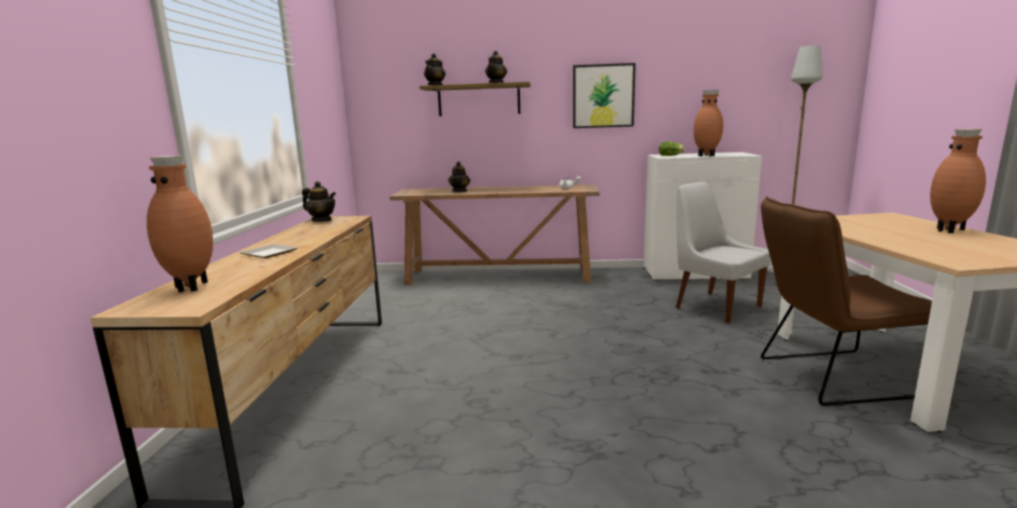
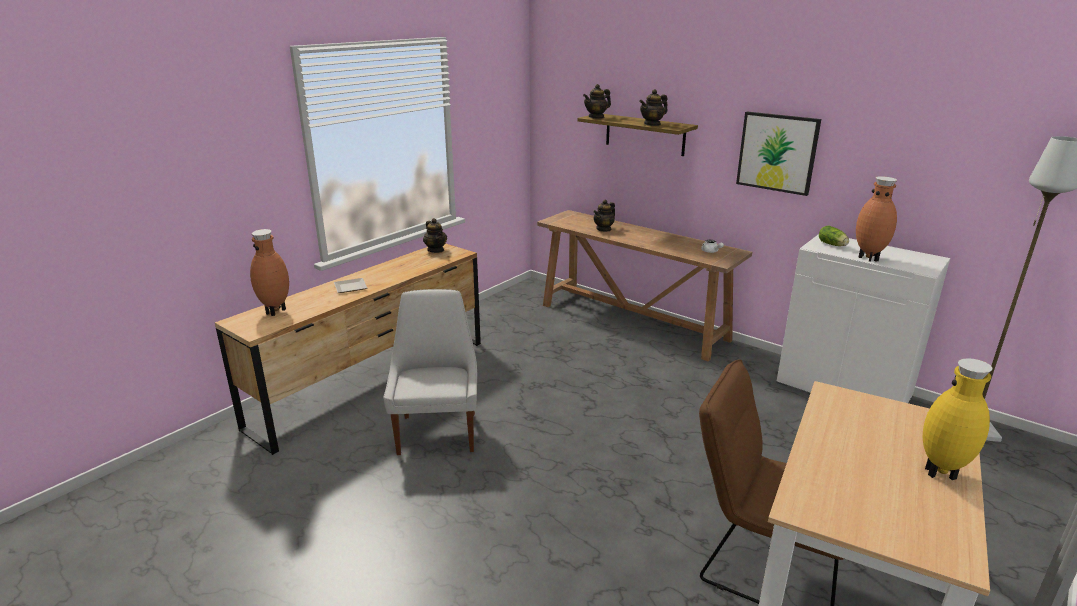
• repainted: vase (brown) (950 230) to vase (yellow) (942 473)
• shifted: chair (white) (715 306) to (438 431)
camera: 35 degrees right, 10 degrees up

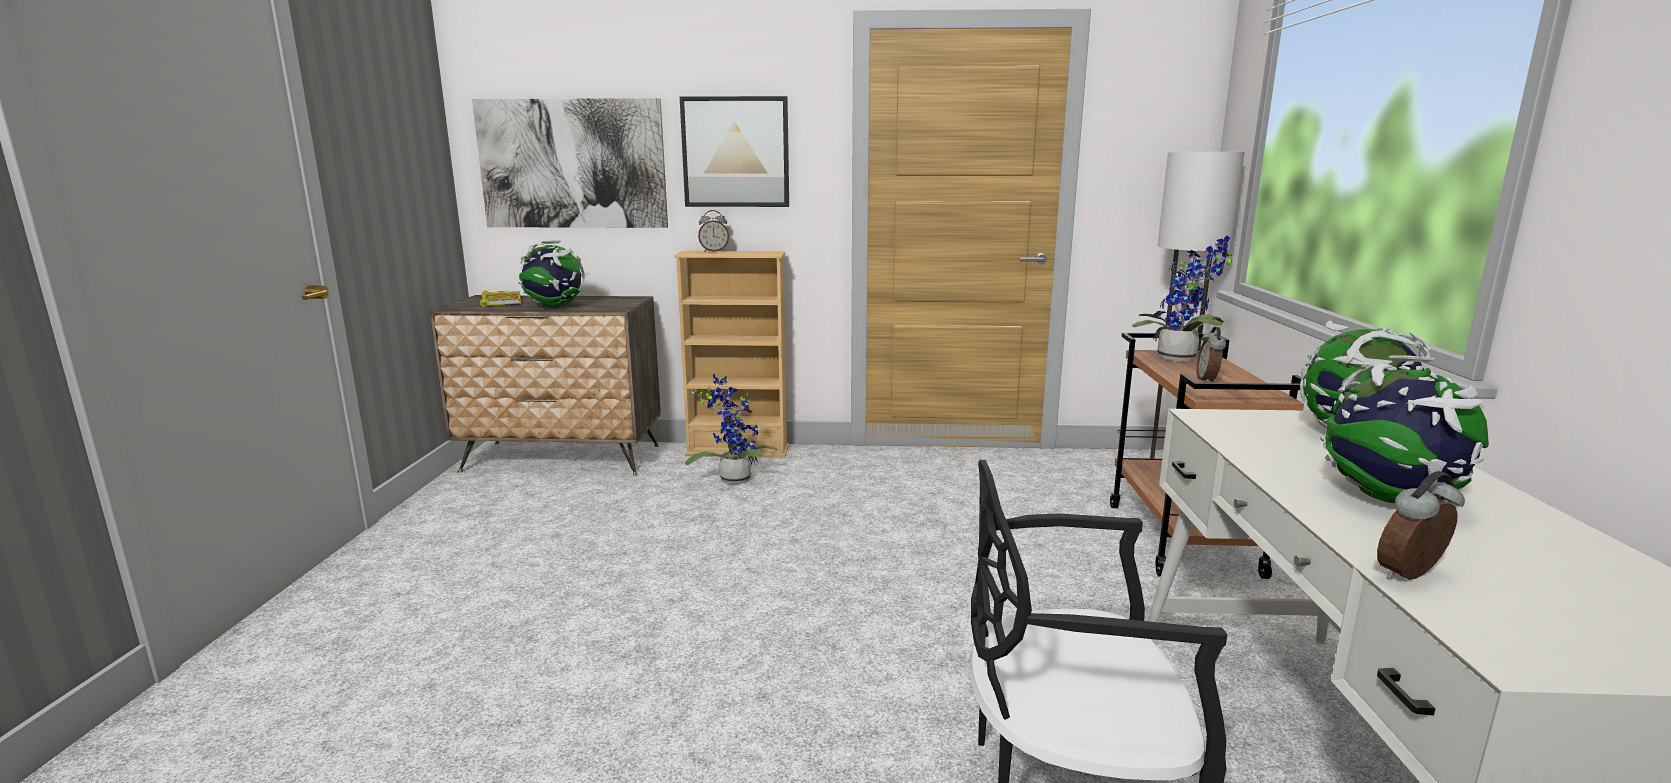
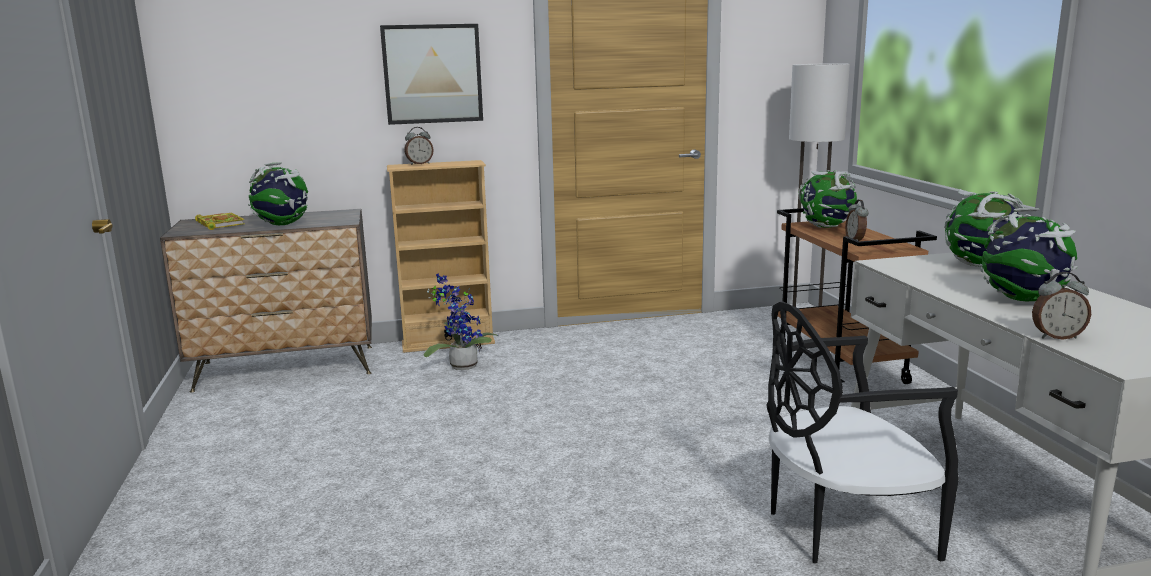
• gone: picture (572 164)
• swapped: potted plant (1181 359) to globe (826 227)
• rotated: alarm clock (1411 576) = (1056 337) 135 degrees counterclockwise
camera: 15 degrees left, 0 degrees up

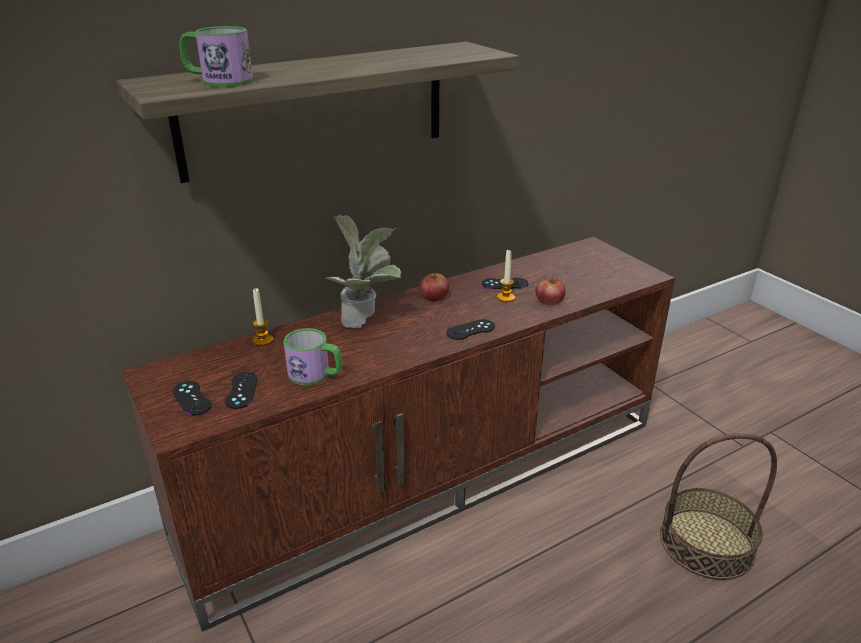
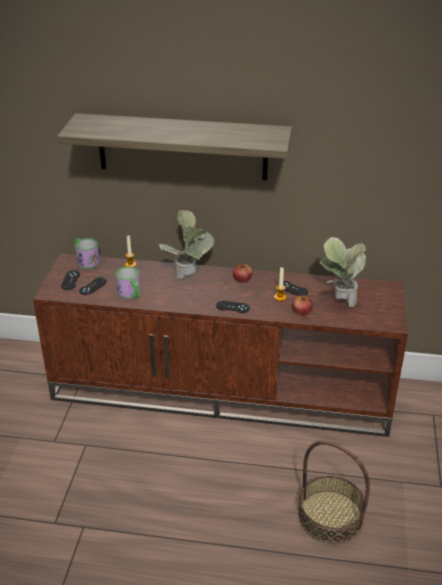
• shifted: mug (219 81) to (86 260)
• new: potted plant (339 300)
camera: 40 degrees right, 5 degrees up

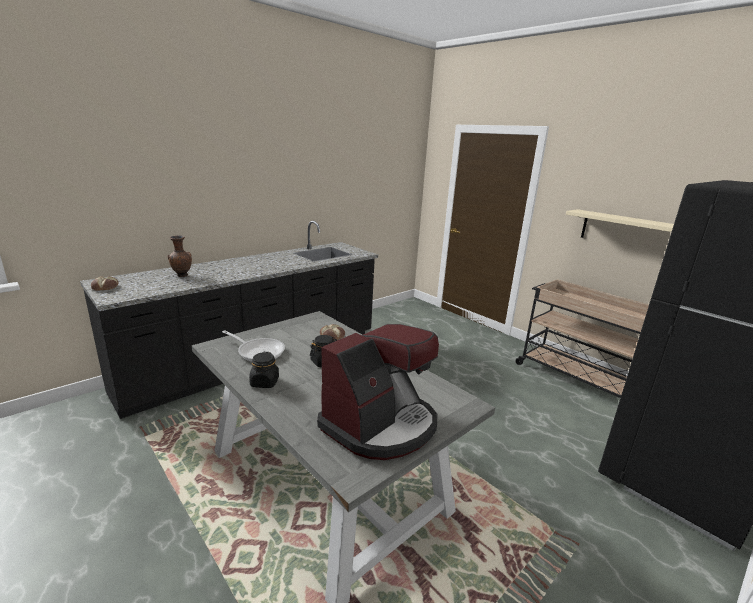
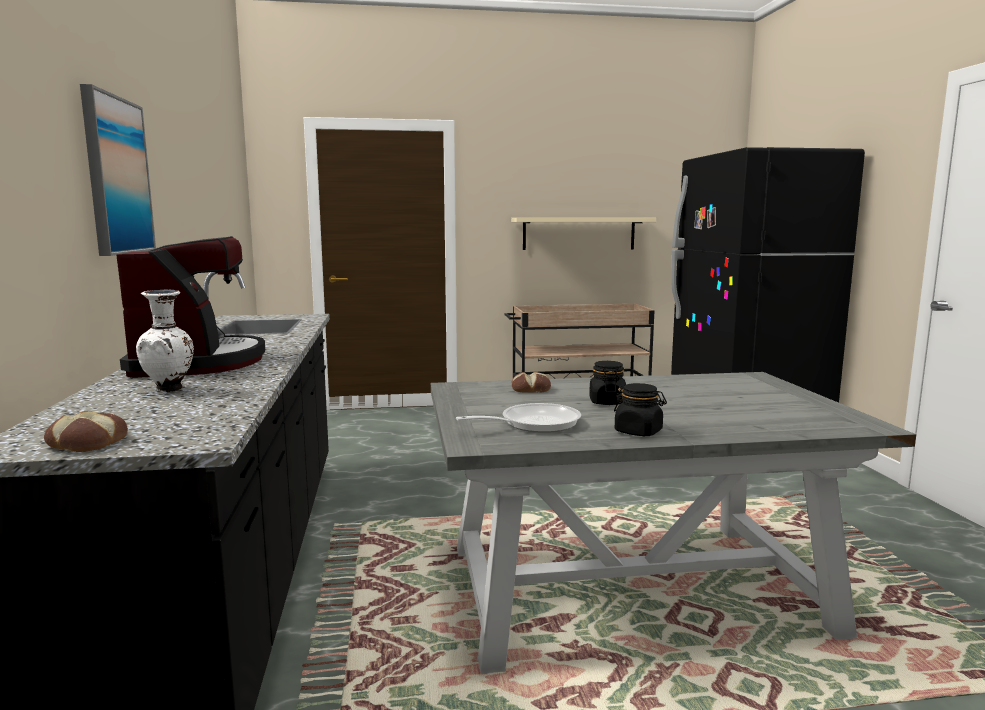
• repainted: vase (brown) (182 276) to vase (white) (170 390)
• shifted: coffee machine (380 425) to (197 362)
• new: picture (116 176)
camera: 55 degrees left, 10 degrees down

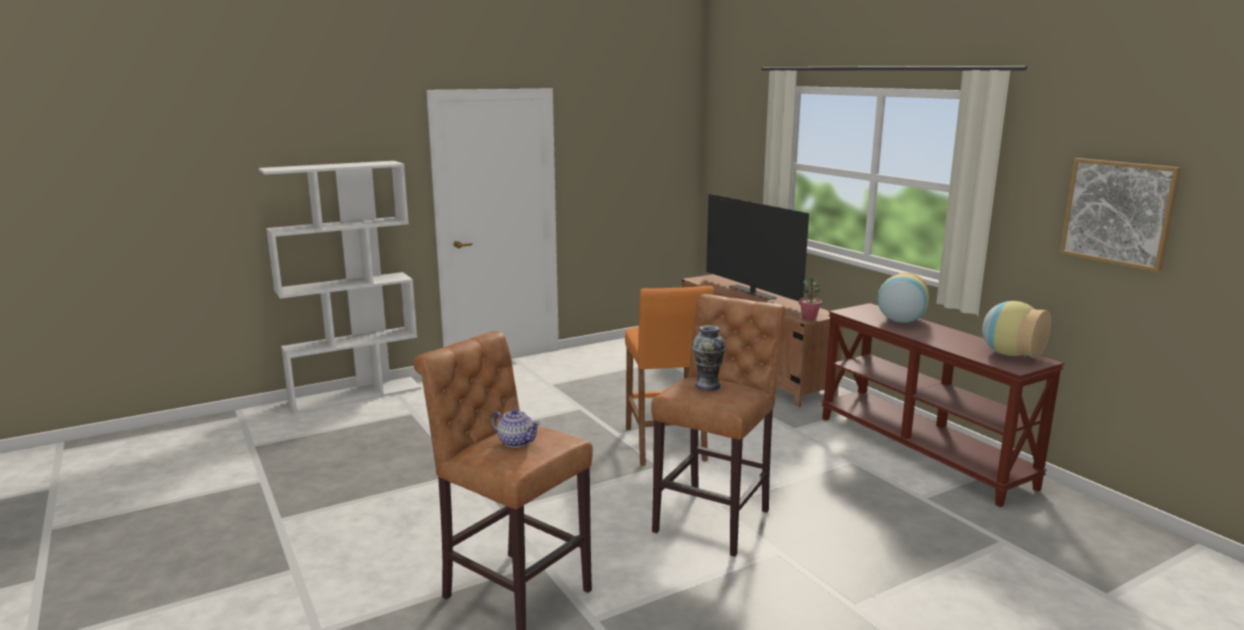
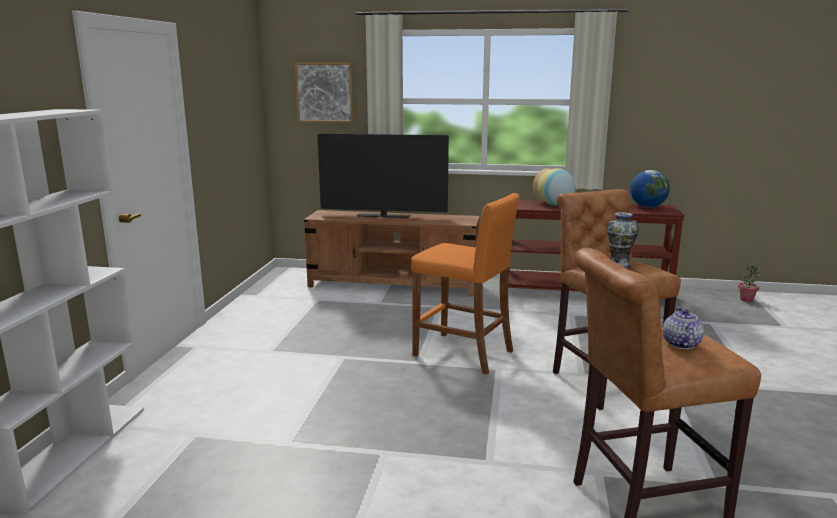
• shifted: picture (1118 212) to (325 92)
• shifted: potted plant (809 318) to (746 300)
• swapped: vase (1010 354) to globe (647 207)
• rotated: teapot (516 442) = (680 344) 60 degrees counterclockwise
camera: 50 degrees left, 0 degrees up

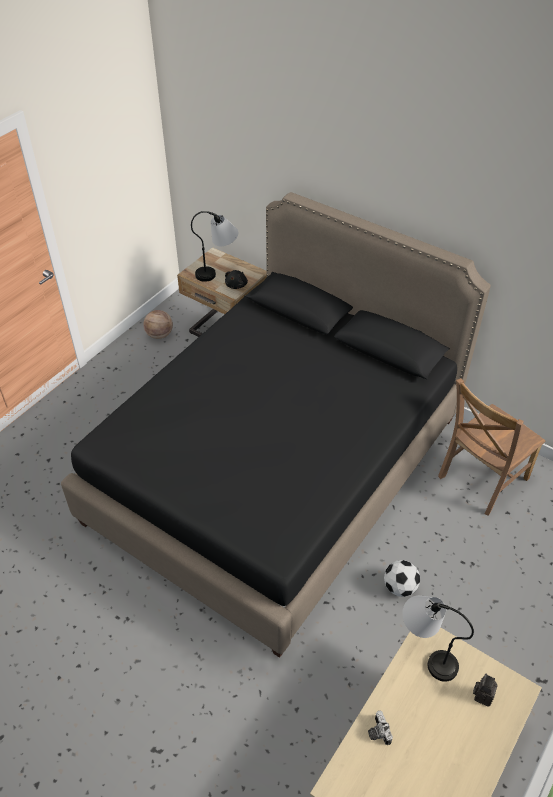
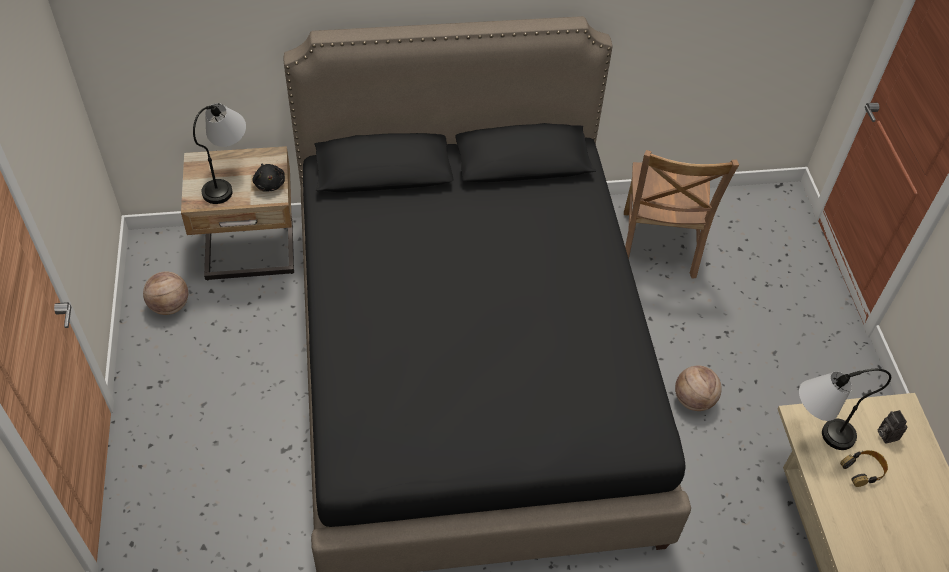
• swapped: football (399 587) to basketball (693 400)
• gone: photo camera (377 732)
• new: headphones (863 470)
camera: 45 degrees left, 5 degrees up

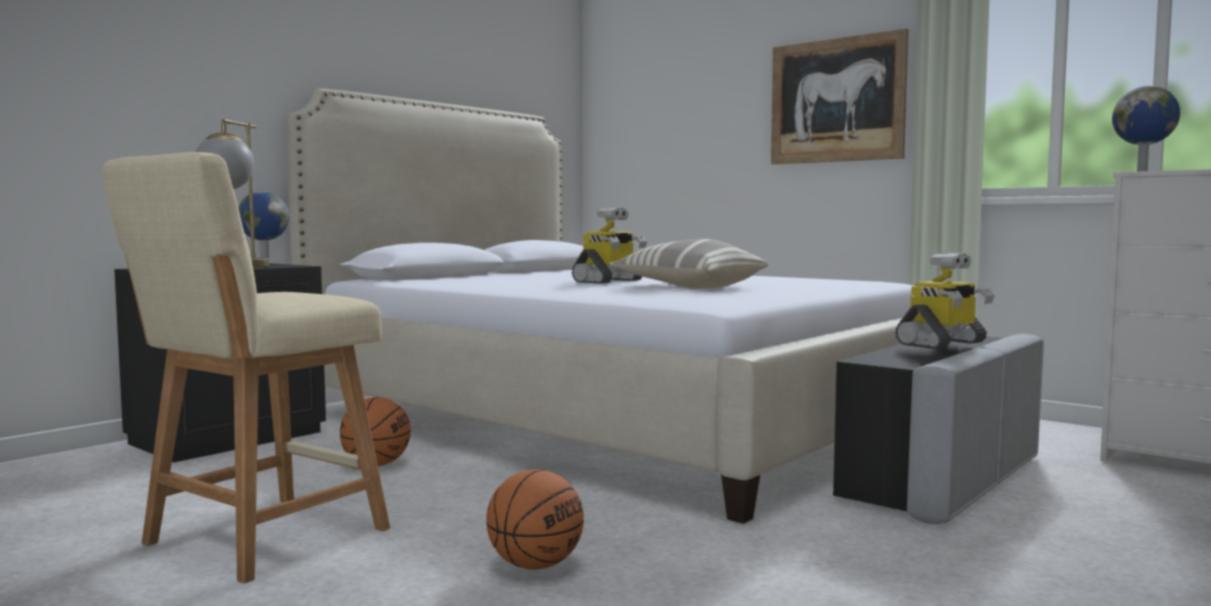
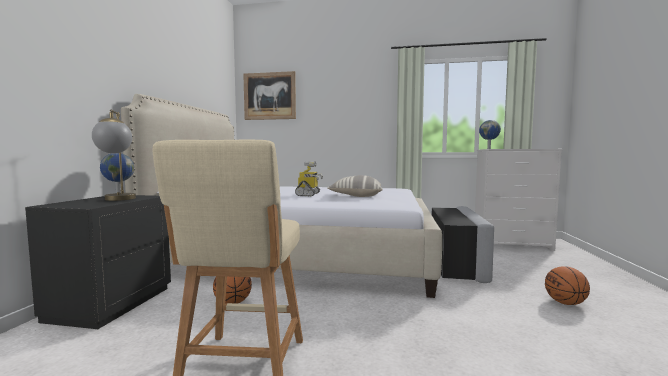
• shifted: picture (836 100) to (269 96)
• gone: toy robot (942 344)
• shifted: basketball (535 565) to (565 303)
camera: 30 degrees left, 0 degrees up

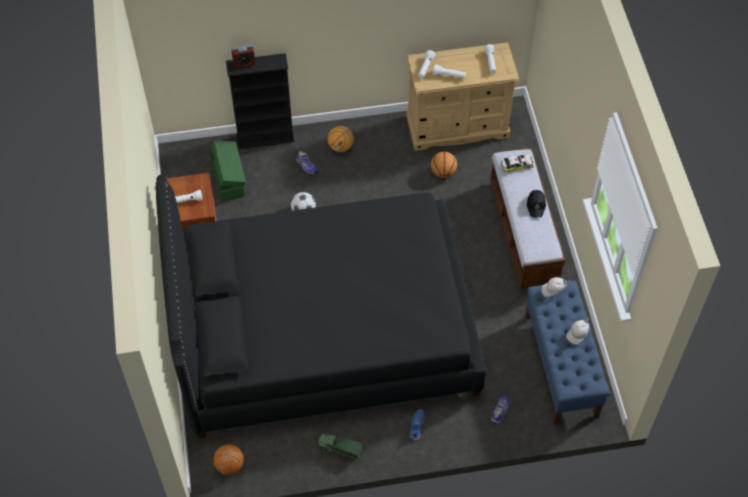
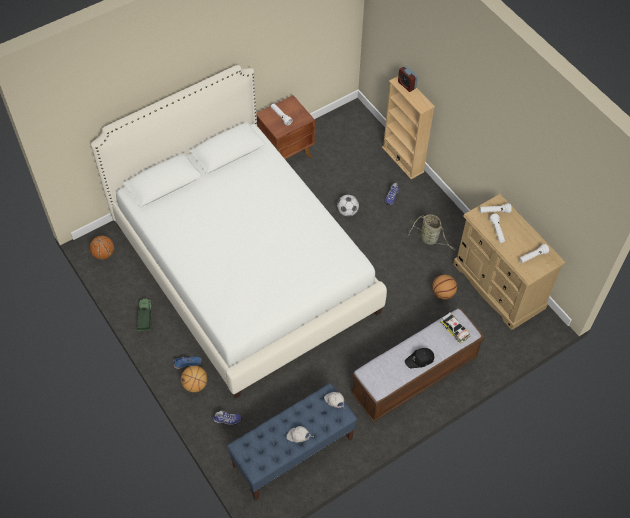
• repainted: bookcase (black) (265 138) to bookcase (beige) (403 159)
• shifted: basketball (341 147) to (195 384)
• gone: storage box (green) (228 178)
• repainted: bed (black) (323 330) to bed (white) (245 267)
• new: basket (430 239)
camera: 65 degrees right, 0 degrees up

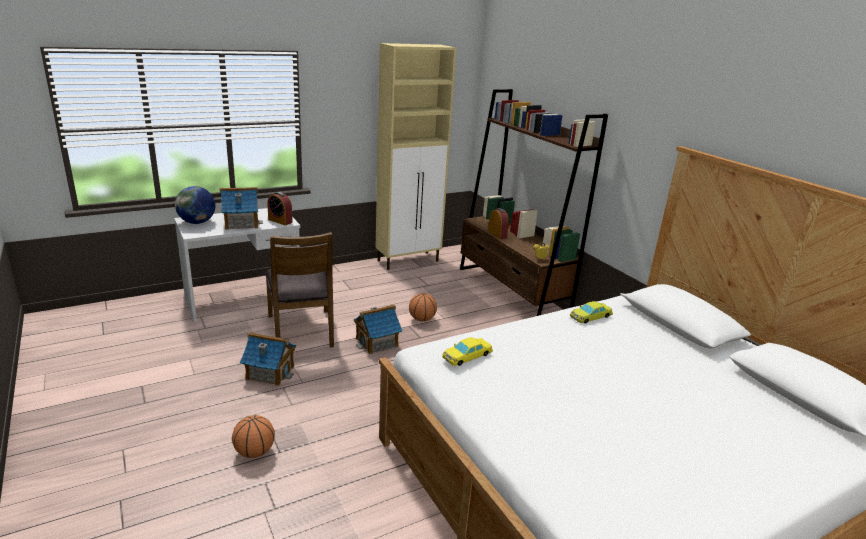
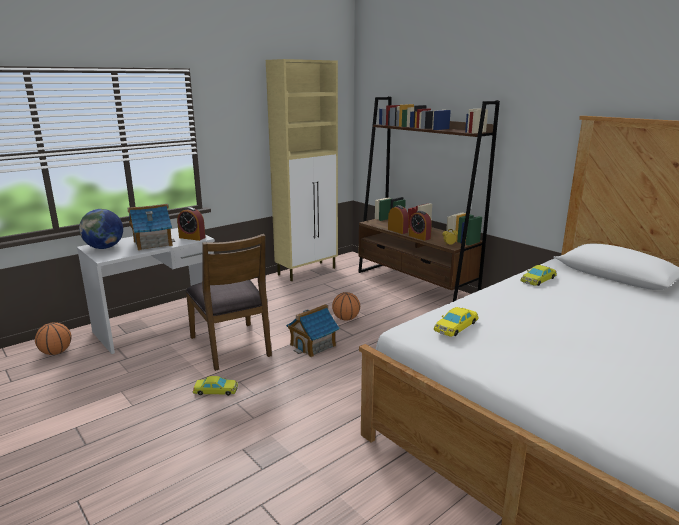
• swapped: toy house (270 372) to toy car (yellow) (216 390)
• shifted: basketball (255 452) to (56 352)
• new: alarm clock (419 237)
camera: 10 degrees left, 5 degrees down

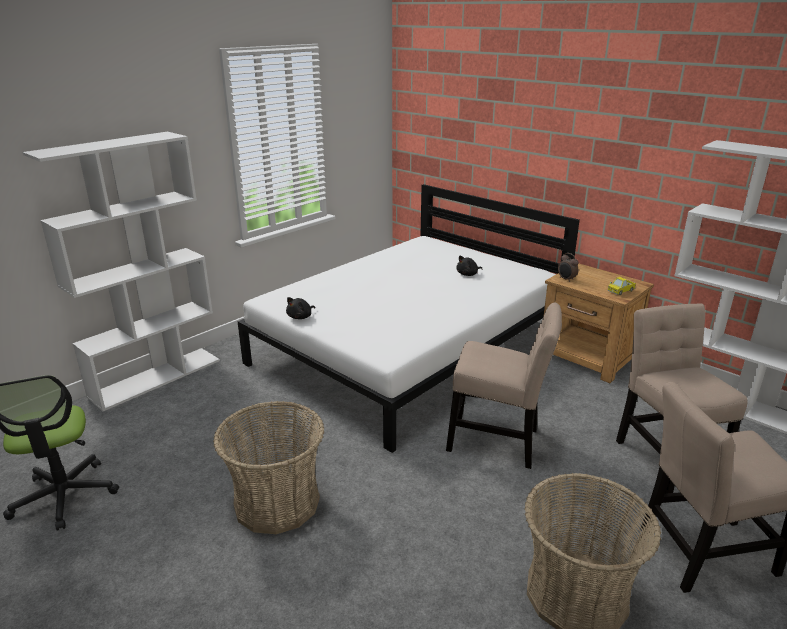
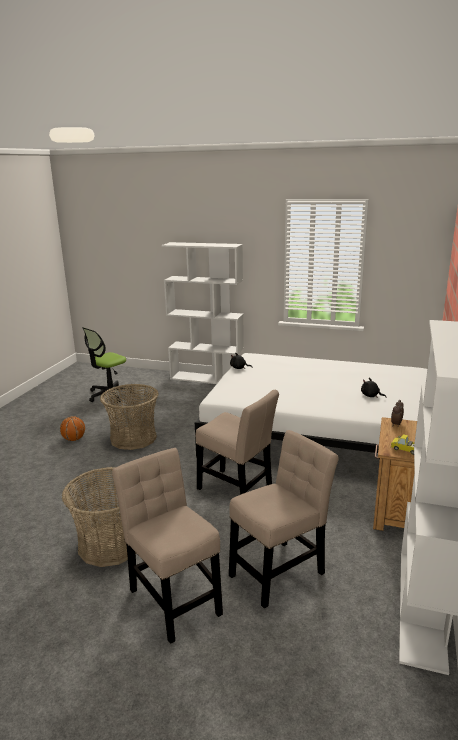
• rotated: chair (beige) (498 442) = (237 490) 45 degrees counterclockwise
• new: basketball (74 439)
camera: 65 degrees right, 5 degrees down

